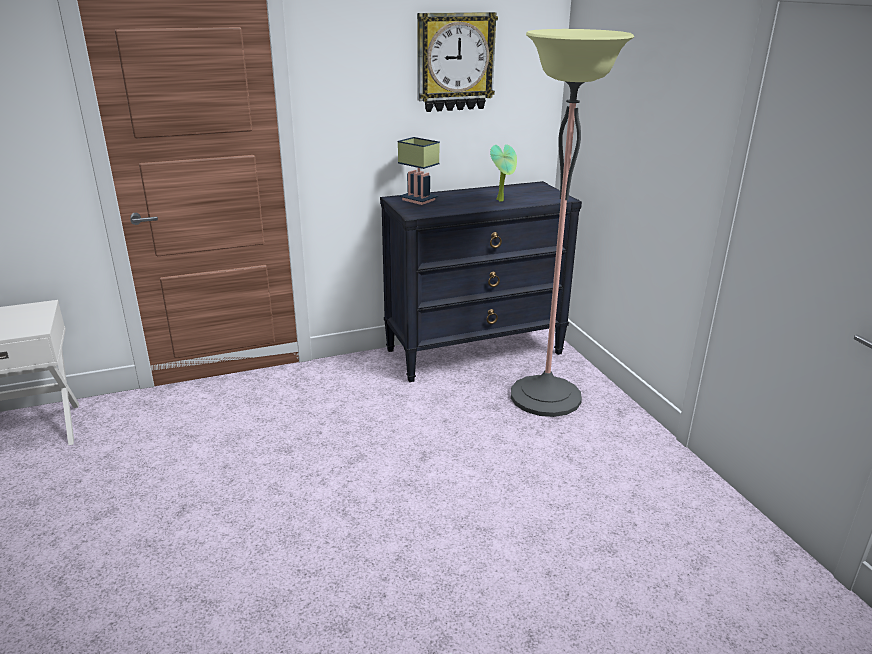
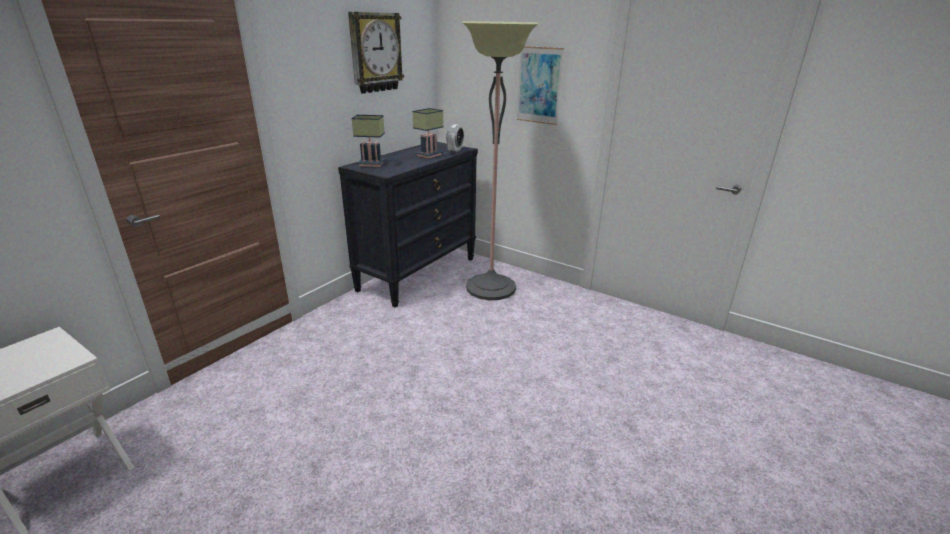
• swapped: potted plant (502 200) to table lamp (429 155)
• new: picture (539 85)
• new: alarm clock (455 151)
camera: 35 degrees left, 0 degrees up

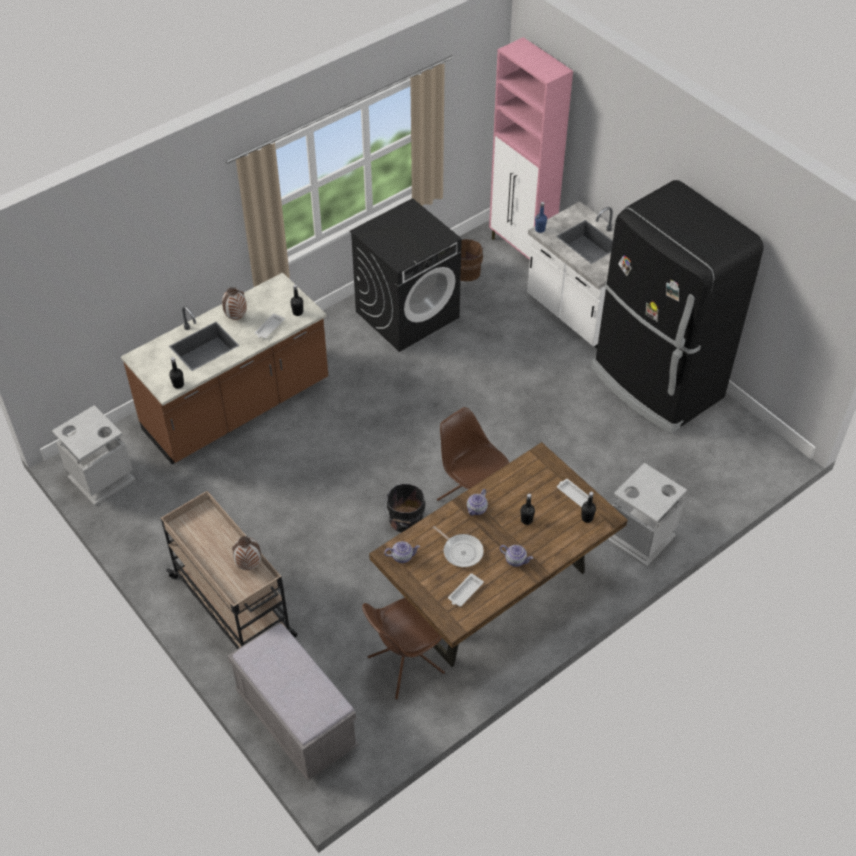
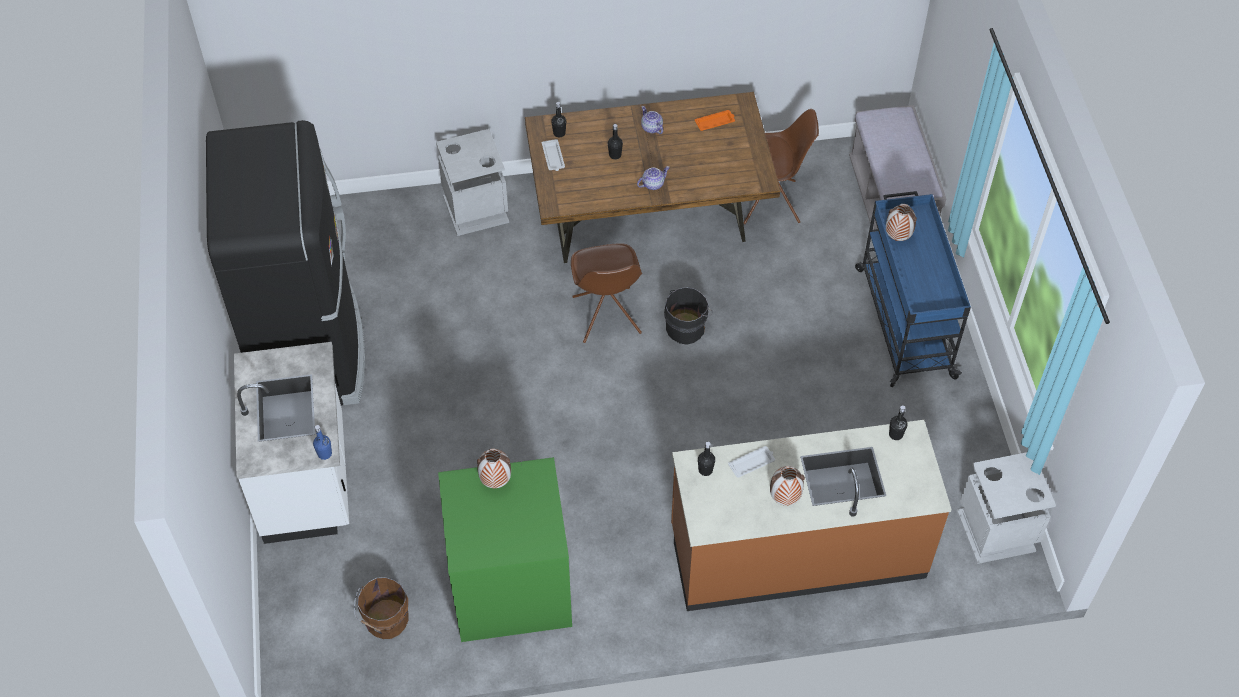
• gone: cabinet (pink) (521 250)
• repainted: washing machine (black) (407 314) to washing machine (green) (510 588)
• repainted: cart (beige) (233 607) to cart (blue) (904 321)
• gone: frying pan (461 551)
• gone: teapot (402 556)
• repainted: tray (white) (465 592) to tray (orange) (715 122)
• new: vase (495 482)
camera: 150 degrees left, 5 degrees up

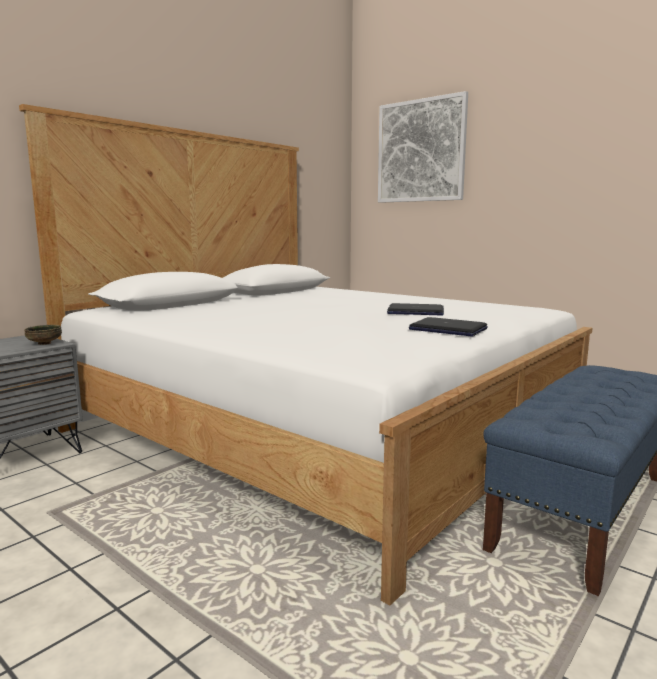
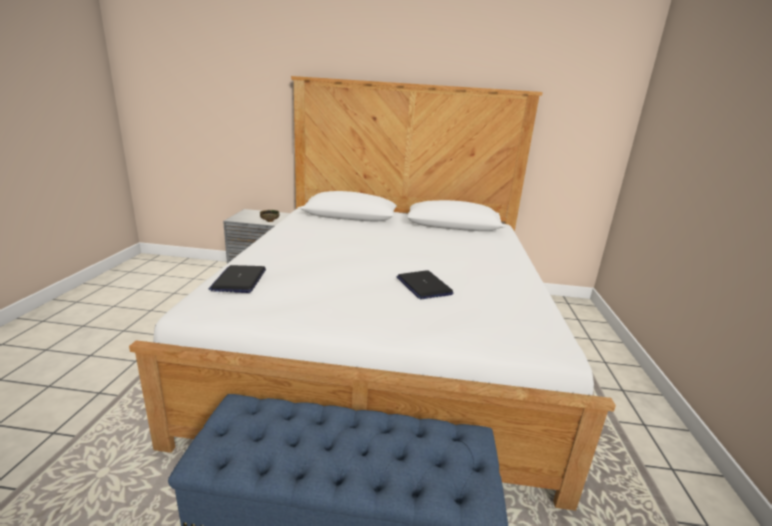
• gone: picture (421 151)
• shifted: laptop (447 329) to (239 280)
camera: 55 degrees right, 10 degrees up

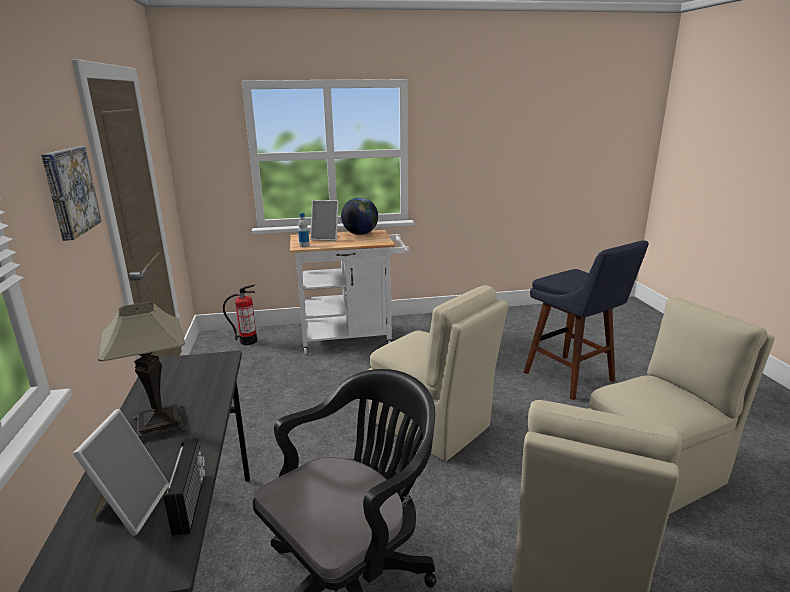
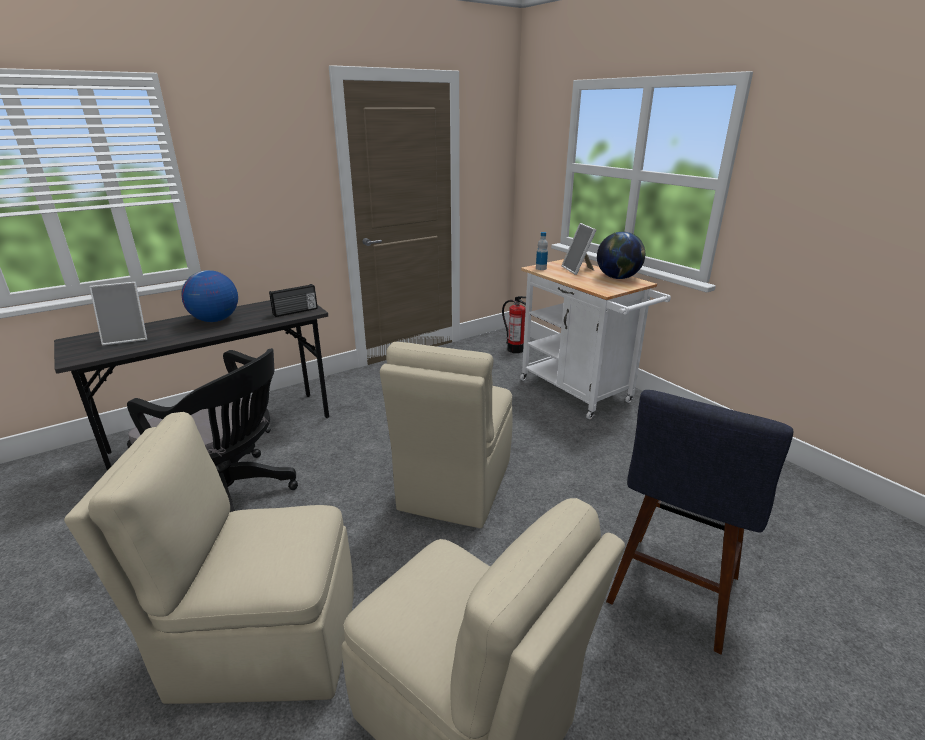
• gone: picture (69 191)
• swapped: table lamp (160 424) to globe (215 320)
• shifted: radio (191 502) to (295 311)
camera: 65 degrees right, 5 degrees up

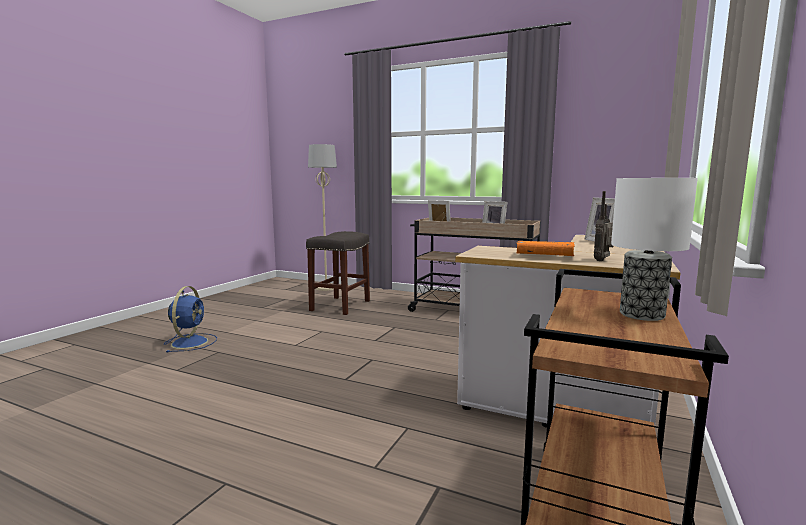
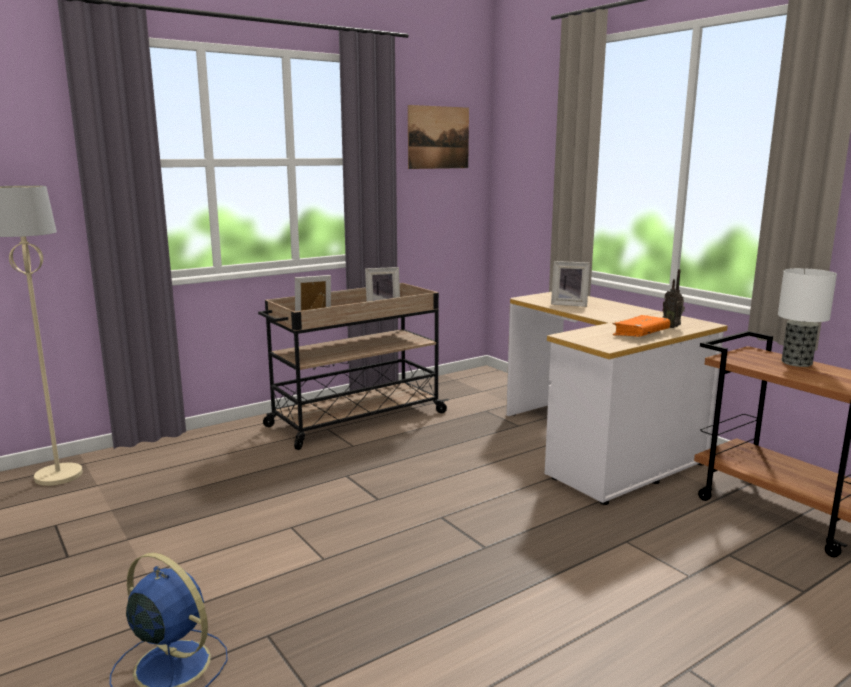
• gone: stool (grey) (340 306)
• new: picture (438 137)
camera: 60 degrees left, 5 degrees up

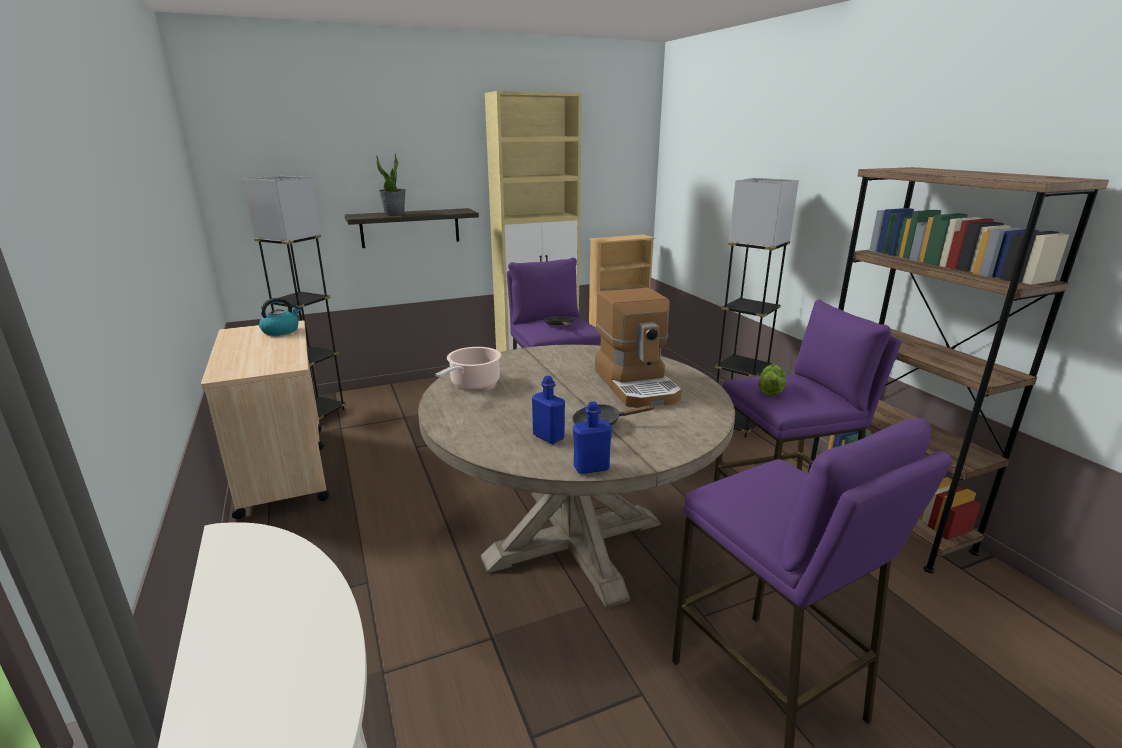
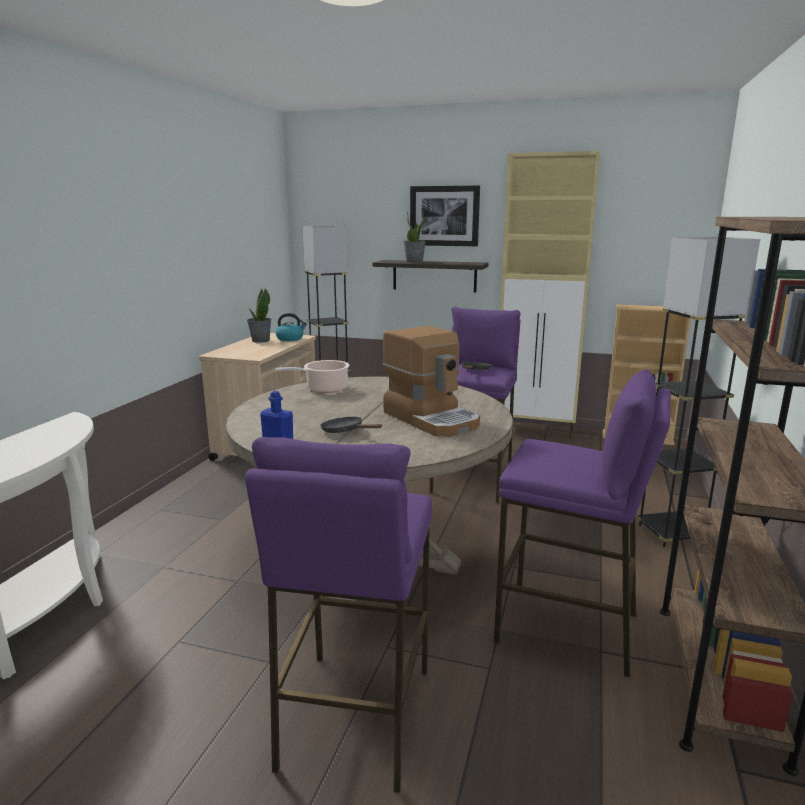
• rotated: coffee machine (637 385) = (432 418) 60 degrees counterclockwise
• gone: lettuce (771 389)
• gone: bottle (blue) (548 437)
• new: picture (444 216)
• new: potted plant (260 340)
camera: 40 degrees right, 5 degrees down

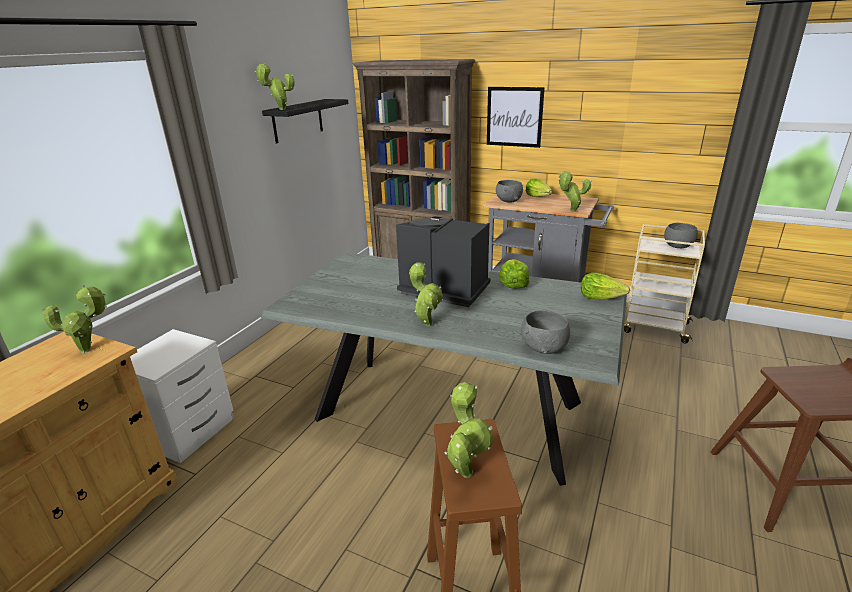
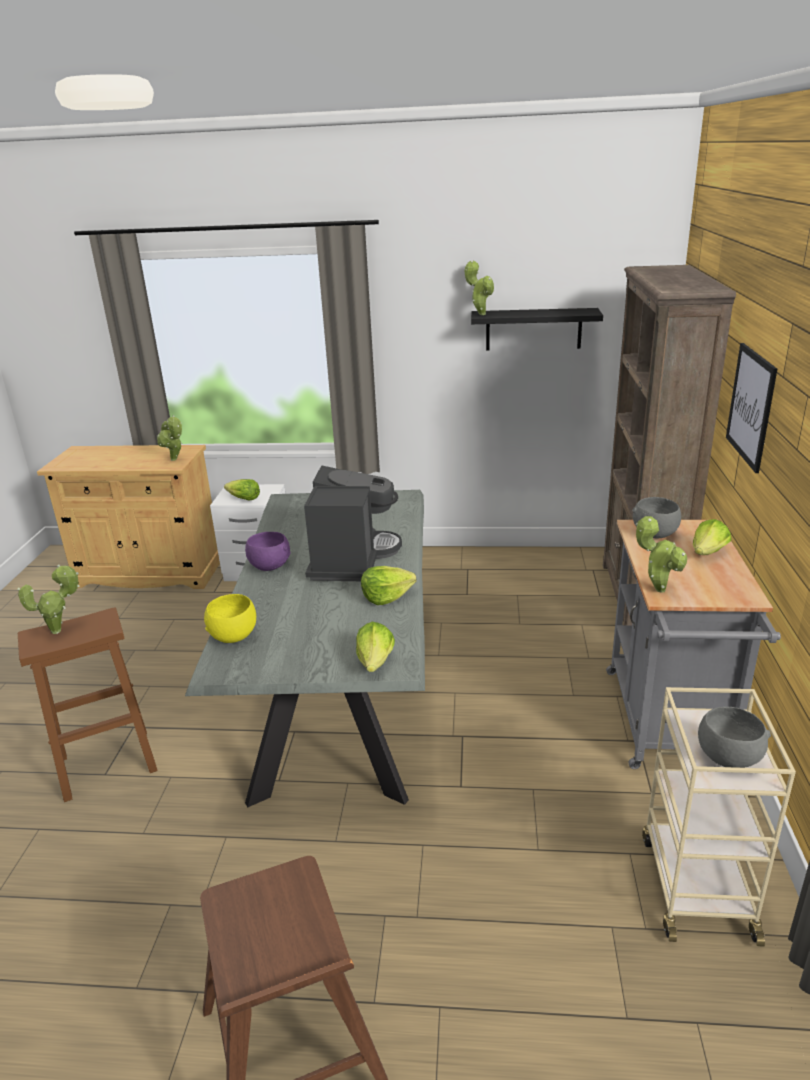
• swapped: potted plant (426 323) to bowl (purple) (269 566)
• repainted: bowl (grey) (544 348) to bowl (yellow) (234 636)
• new: lettuce (243 499)
camera: 70 degrees right, 0 degrees up

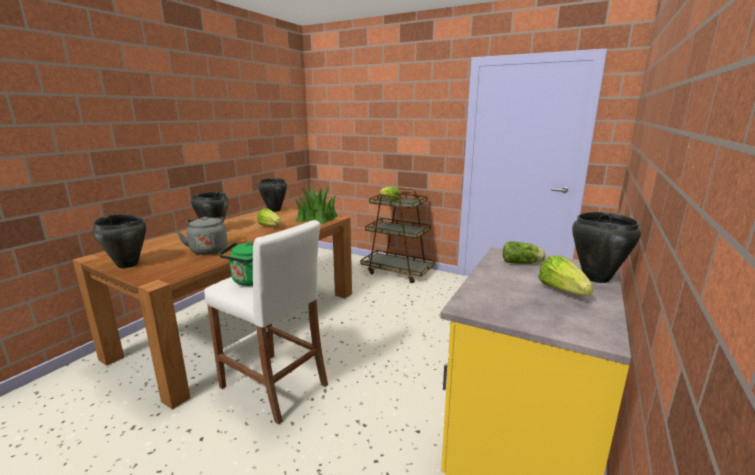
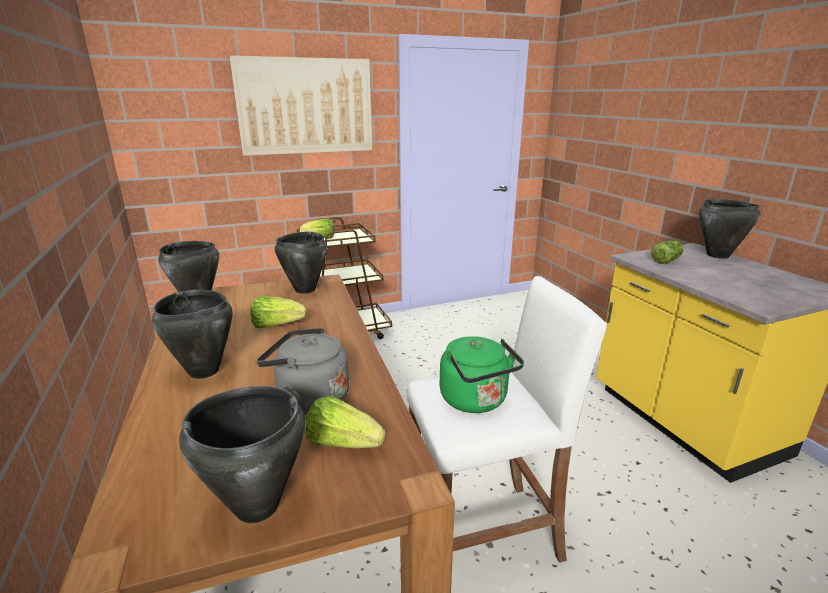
• swapped: potted plant (317 218) to cooking pot (black) (304 290)
• shifted: lettuce (562 290) to (343 443)
• new: picture (306 106)
camera: 50 degrees left, 5 degrees up

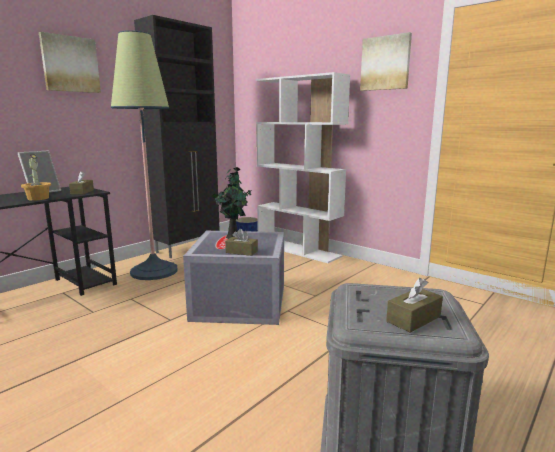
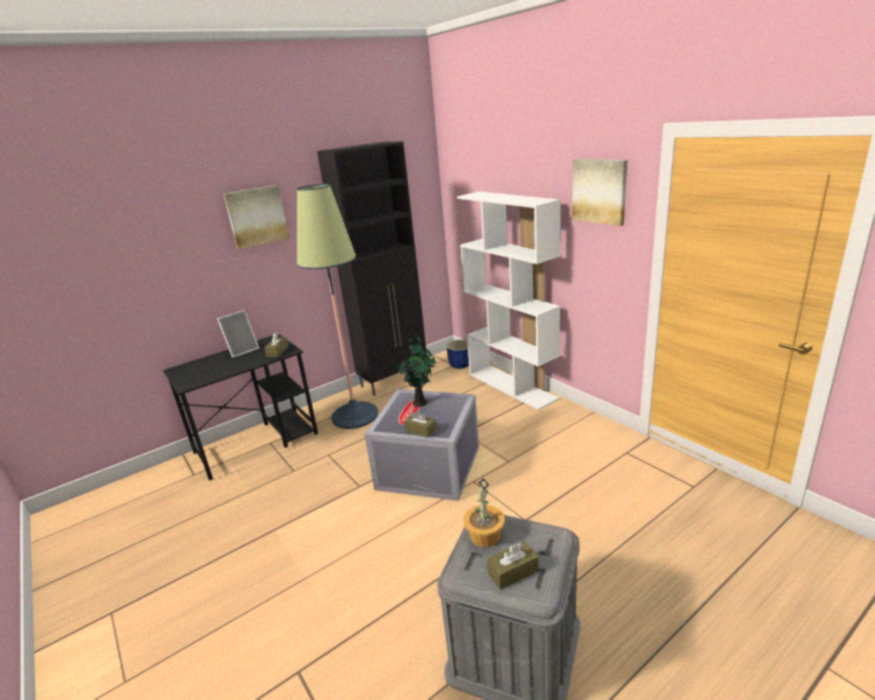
• shifted: potted plant (38 198) to (484 536)
camera: 15 degrees right, 10 degrees up

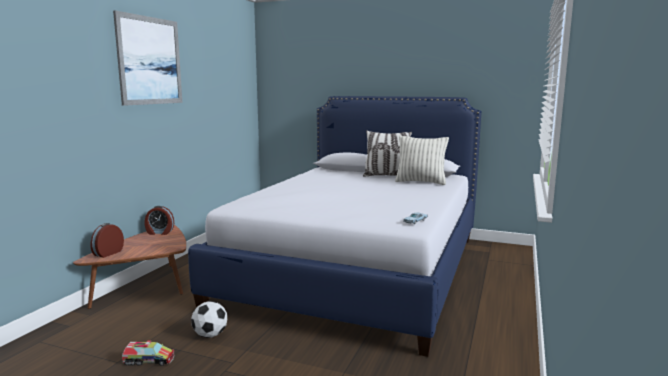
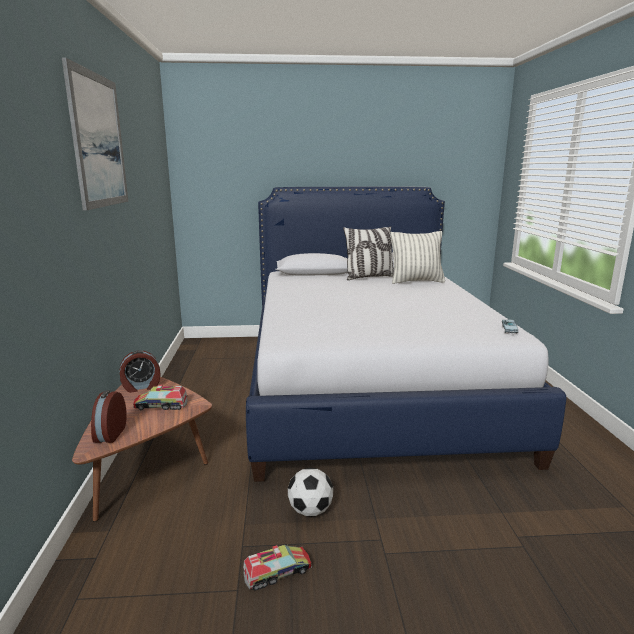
• new: toy truck (161 405)
camera: 25 degrees left, 5 degrees up

